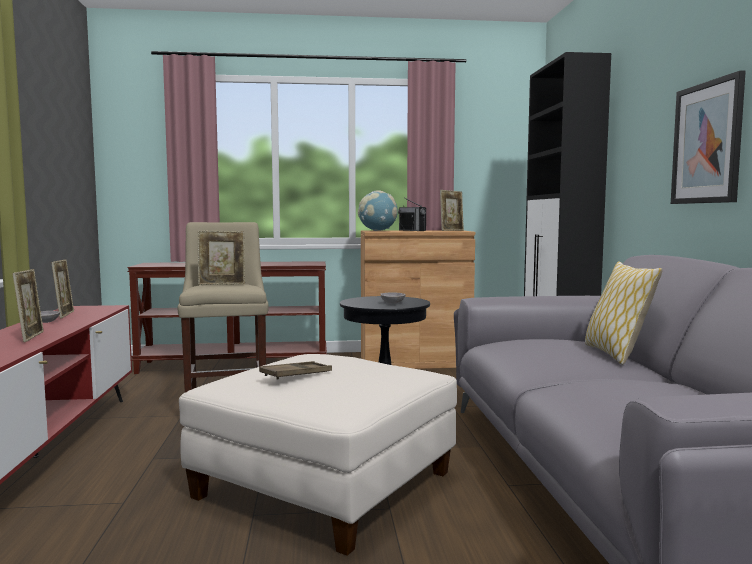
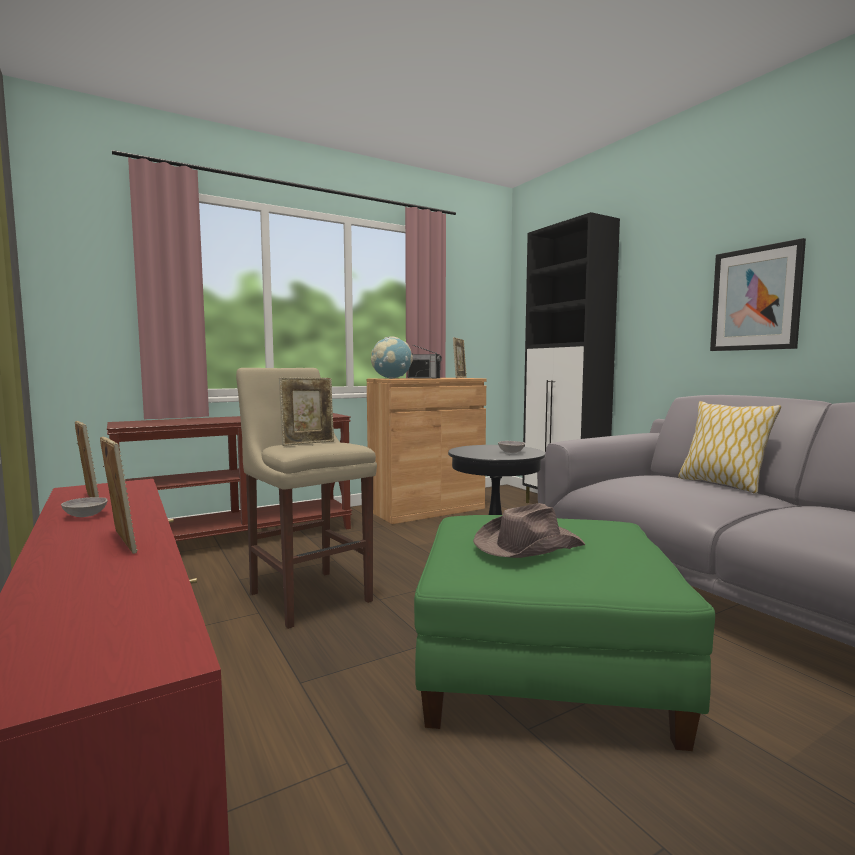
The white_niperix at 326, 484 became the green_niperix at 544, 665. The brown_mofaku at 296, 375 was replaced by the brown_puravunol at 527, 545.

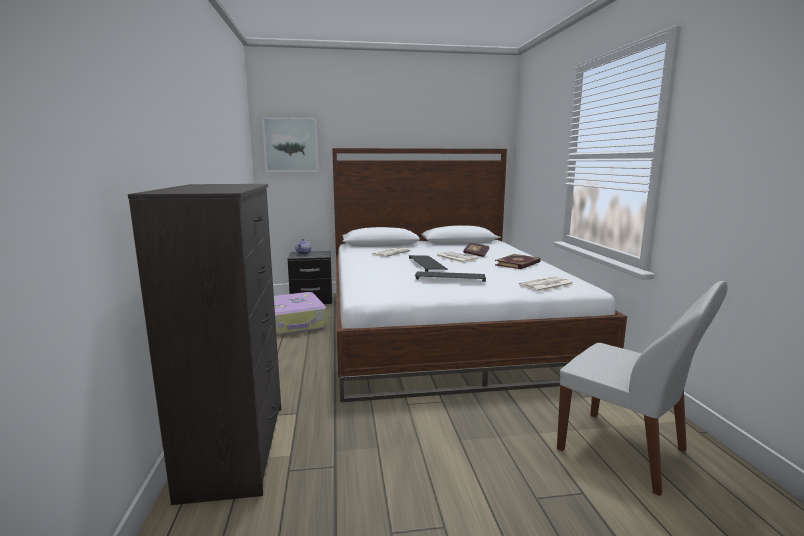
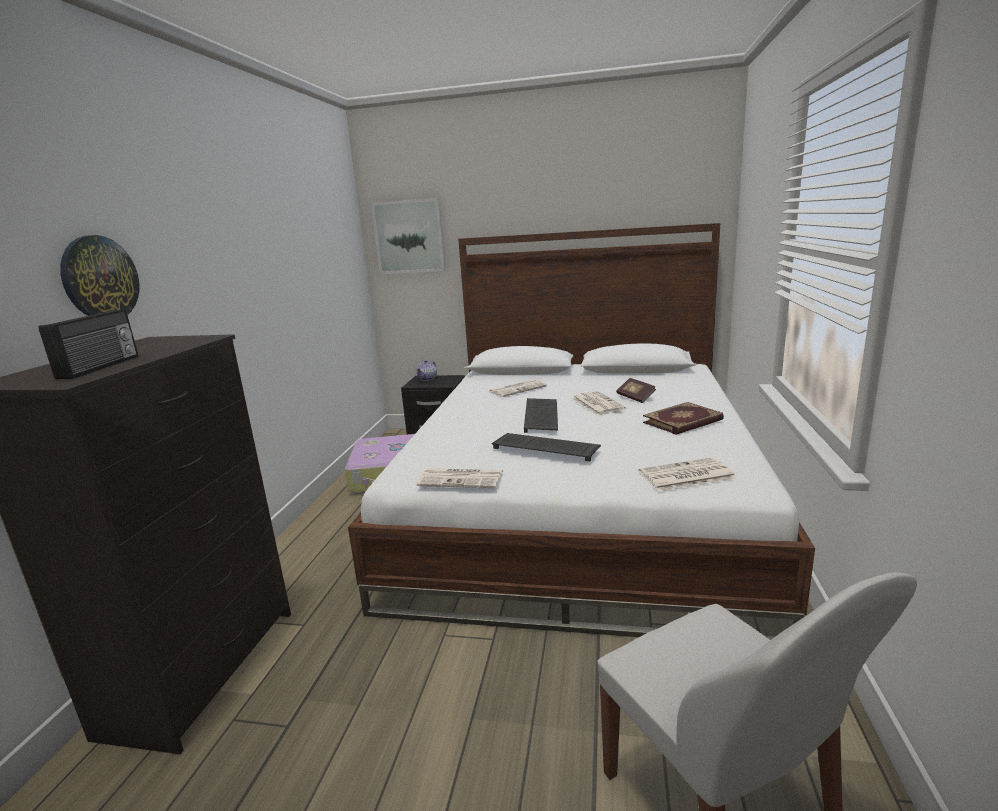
The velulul at 101, 367 appeared. The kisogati at 99, 278 appeared. The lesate at 462, 479 appeared.

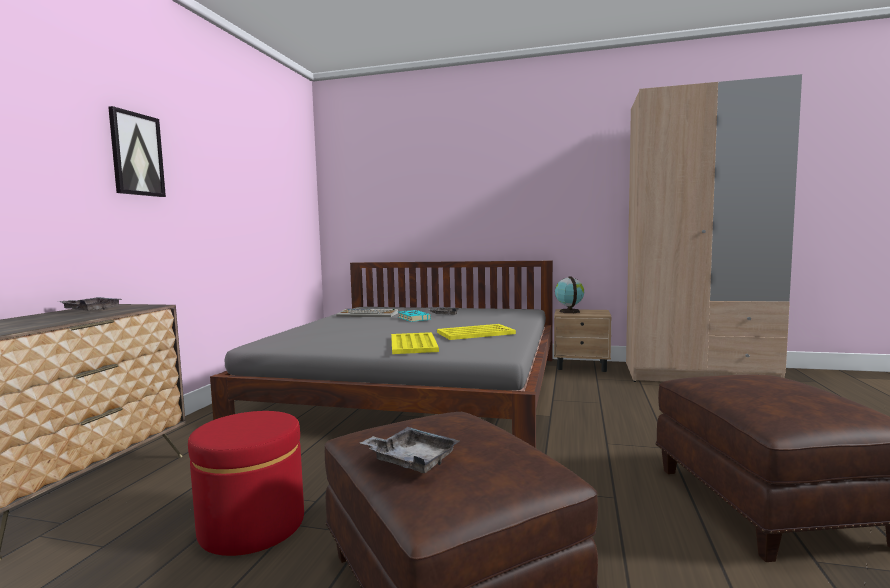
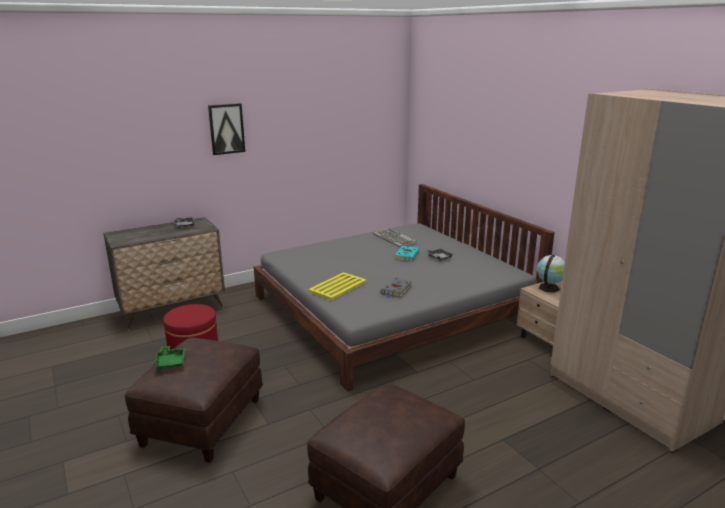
The grey_mofaku at 411, 460 became the green_mofaku at 170, 362. The yellow_mofaku at 476, 333 was replaced by the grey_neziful at 396, 290.

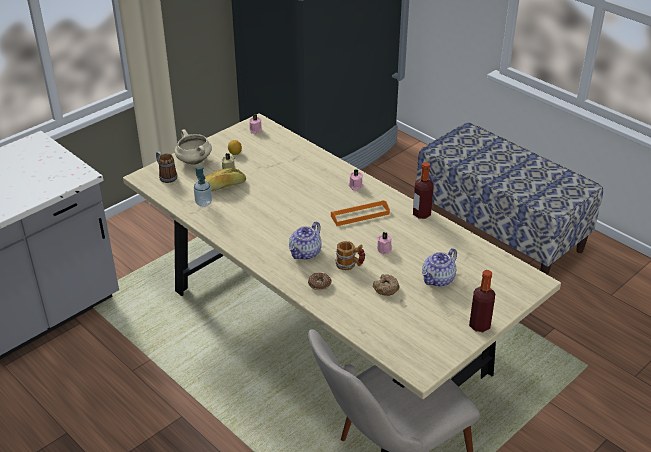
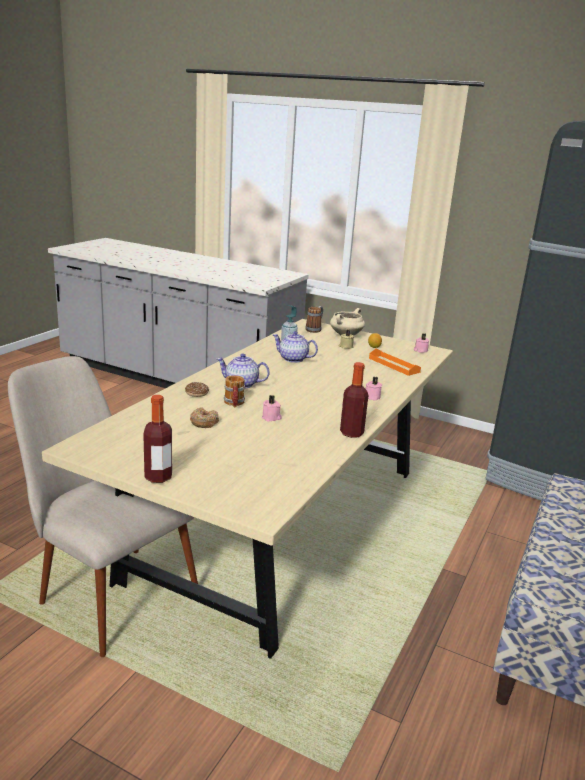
The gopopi at 223, 186 disappeared. The orange_mofaku moved from 360, 215 to 394, 365. The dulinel moved from 438, 280 to 293, 359.

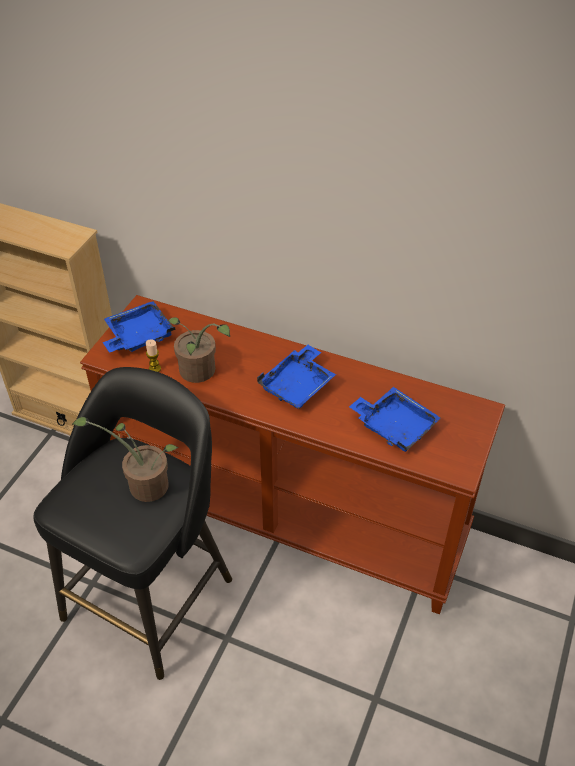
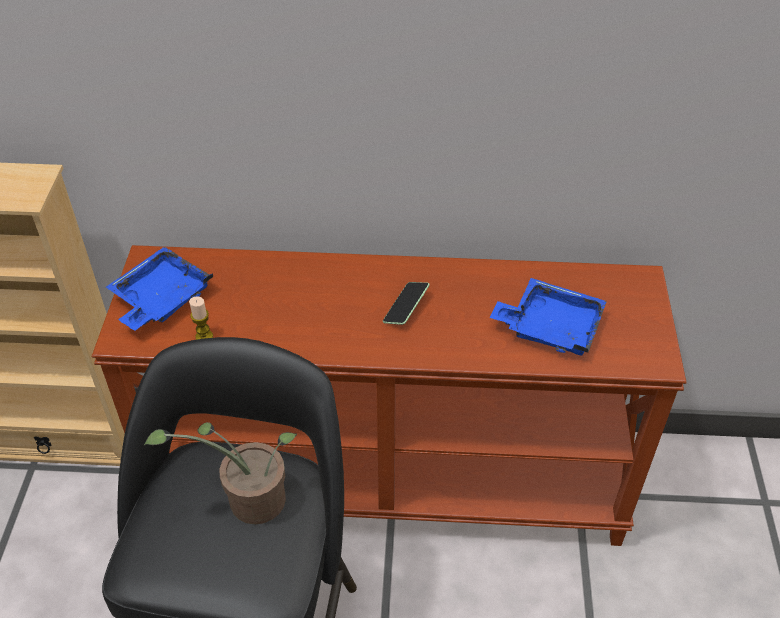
The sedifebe at 199, 373 disappeared. The blue_mofaku at 298, 385 was replaced by the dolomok at 406, 309.

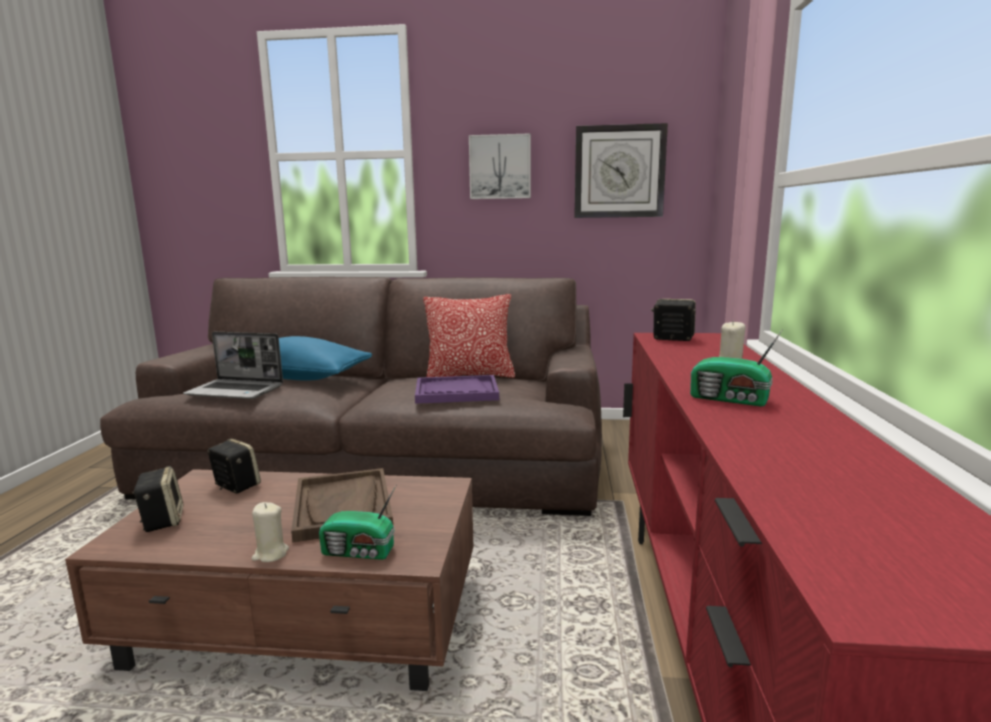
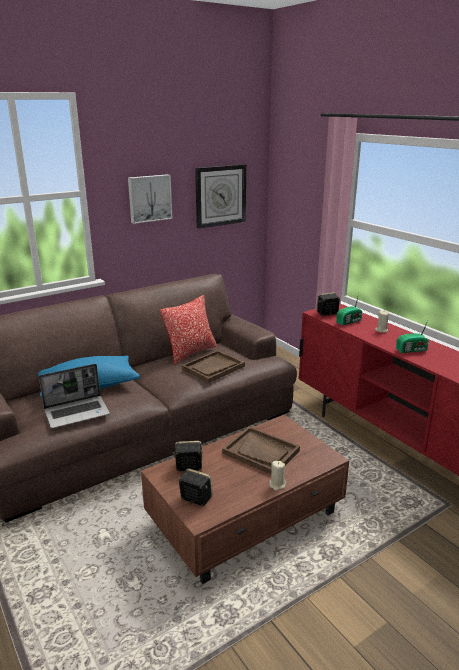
The velulul moved from 359, 552 to 349, 321. The purple_mofaku at 456, 392 became the brown_mofaku at 213, 368.

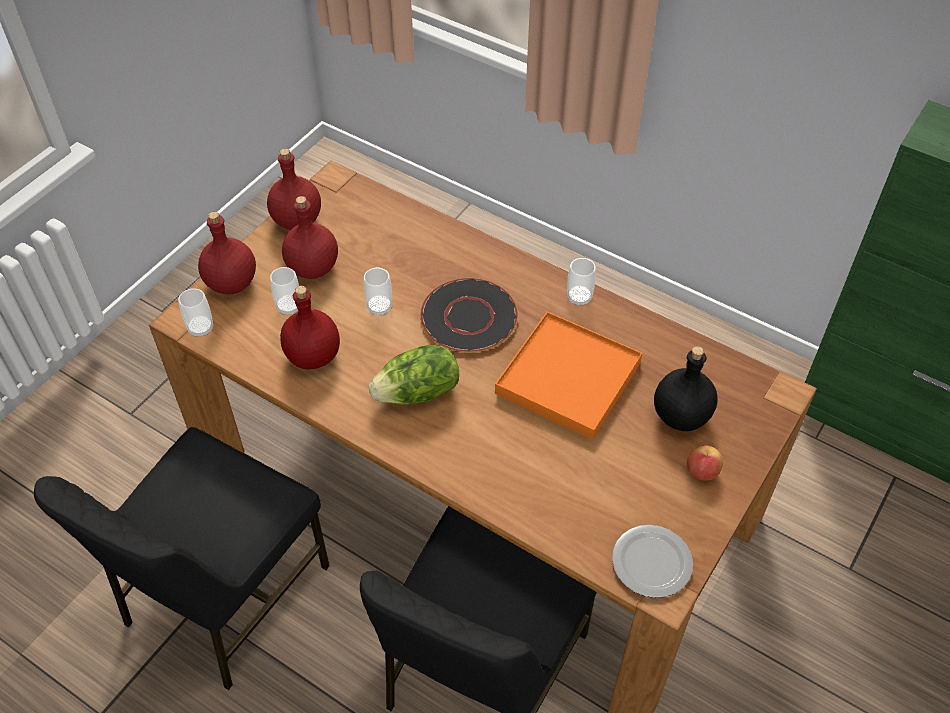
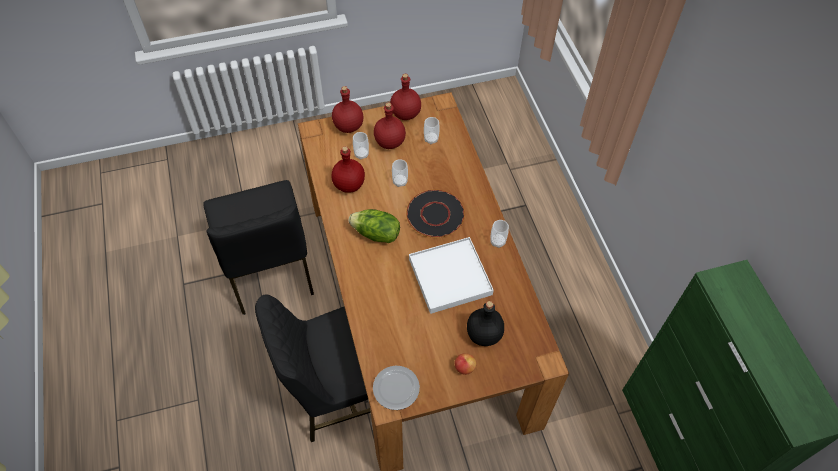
The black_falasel at 222, 595 turned 90 degrees counterclockwise. The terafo moved from 201, 328 to 431, 139. The orange_mofaku at 568, 378 became the white_mofaku at 450, 277.

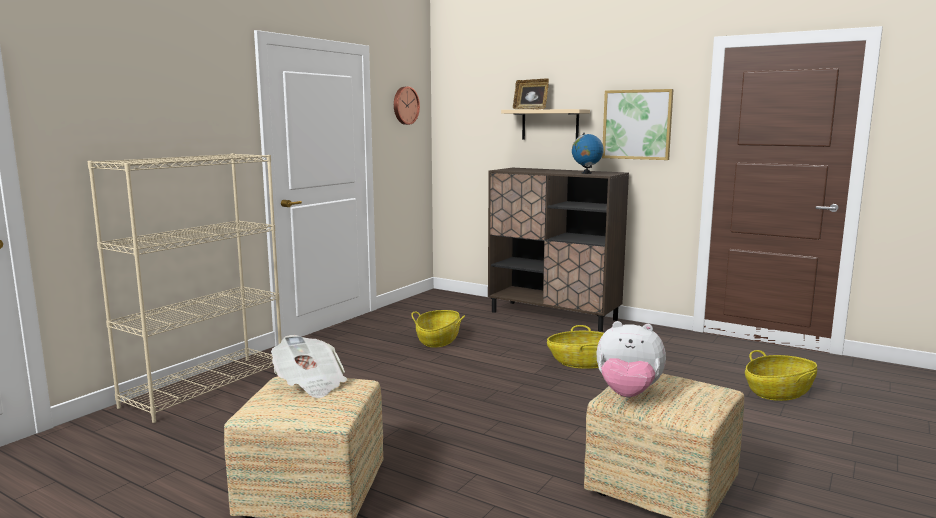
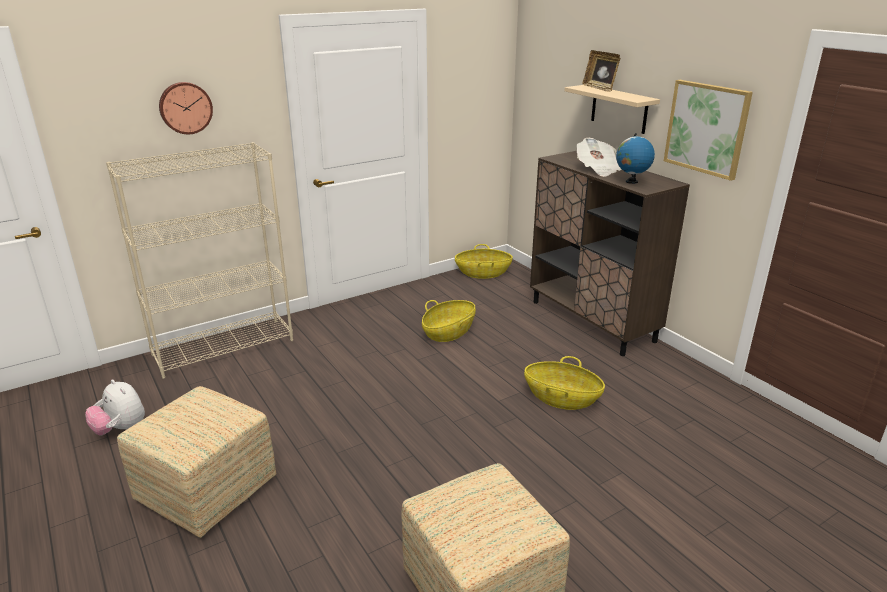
The lesate moved from 310, 384 to 597, 169. The kisogati moved from 405, 105 to 185, 108. The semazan moved from 628, 394 to 121, 429. The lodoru moved from 779, 392 to 483, 273.

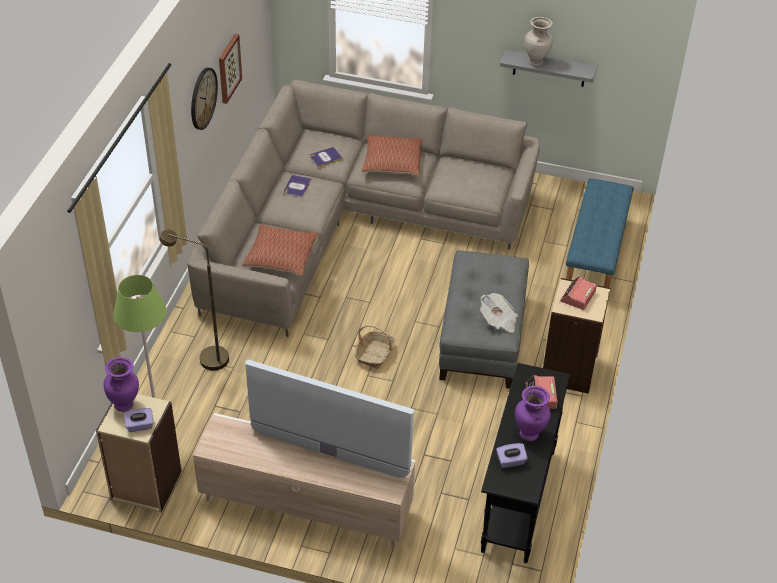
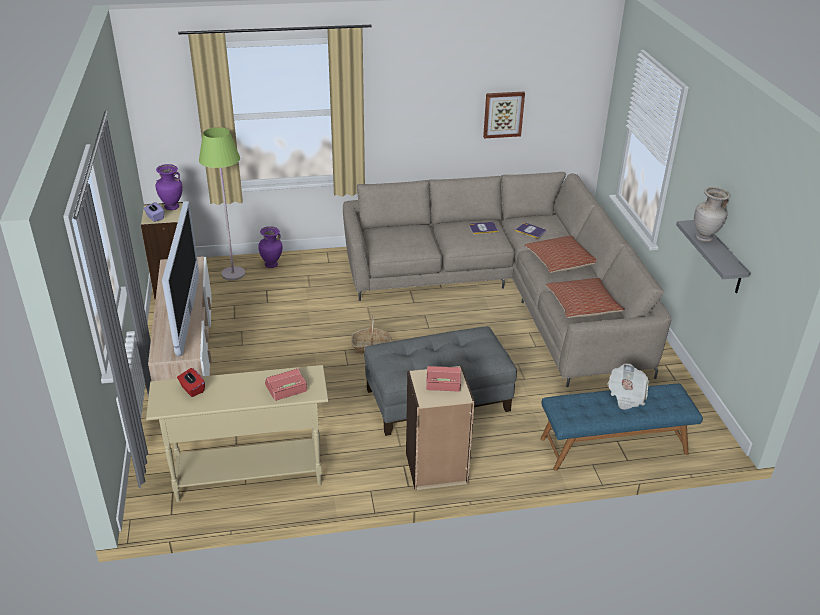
The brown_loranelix at 206, 358 disappeared. The kisogati at 203, 98 disappeared. The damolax moved from 281, 257 to 582, 306. The lesate moved from 498, 320 to 626, 396. The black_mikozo at 517, 501 became the beige_mikozo at 248, 476. The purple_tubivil at 511, 461 became the red_tubivil at 192, 389. The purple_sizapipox moved from 529, 434 to 271, 265.

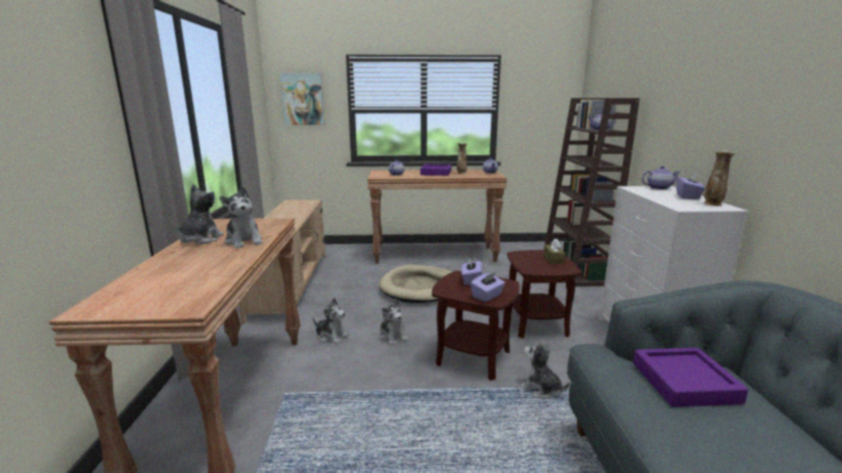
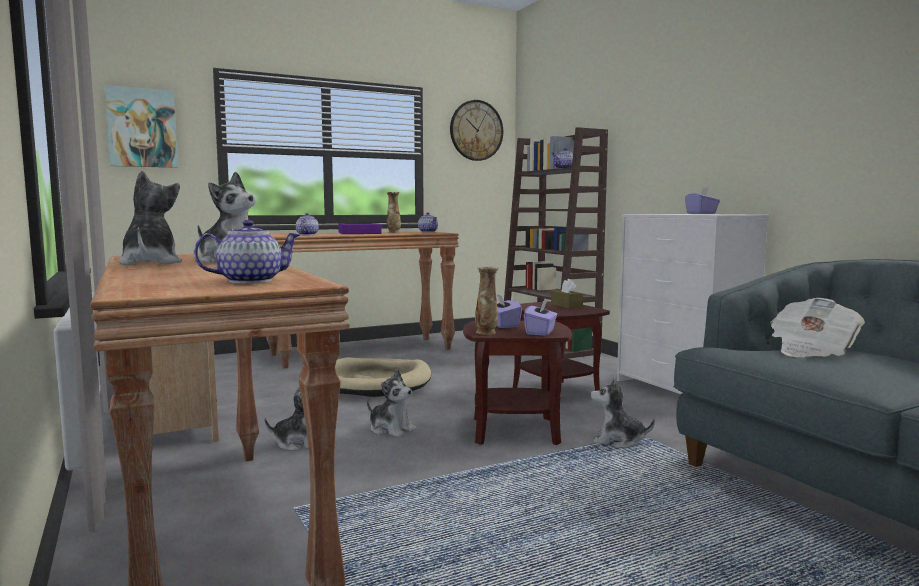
The purple_mofaku at 684, 382 was replaced by the lesate at 811, 350. The dulinel moved from 658, 188 to 249, 281. The sizapipox moved from 713, 204 to 486, 332. The kisogati at 476, 130 appeared.

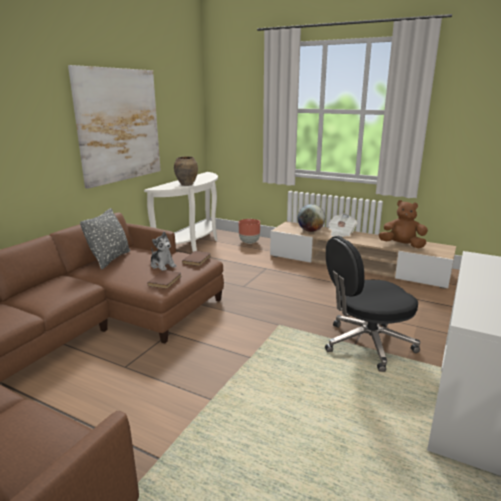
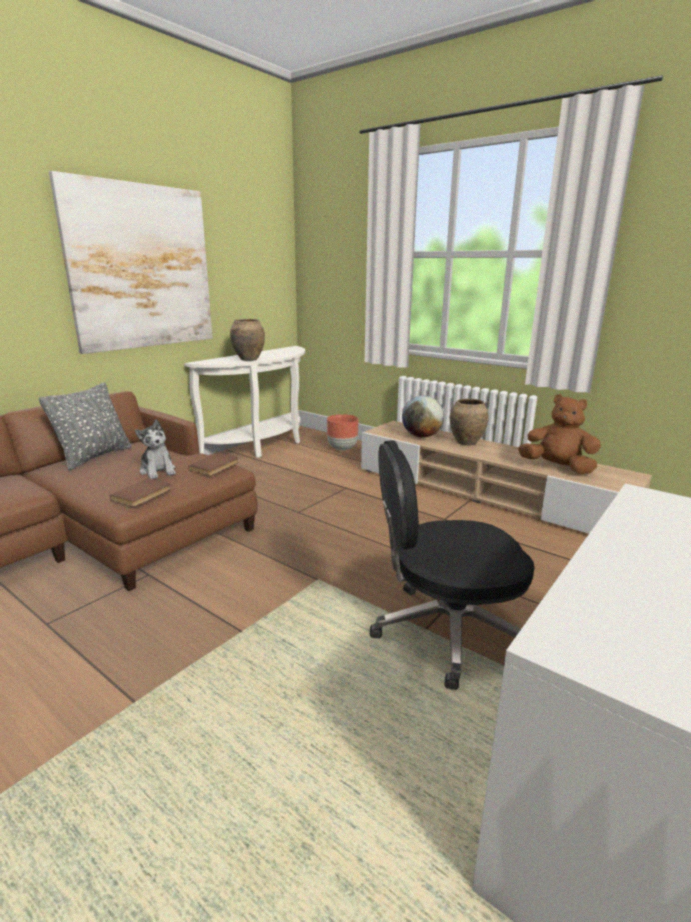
The lesate at 340, 233 was replaced by the brown_sizapipox at 466, 443.

